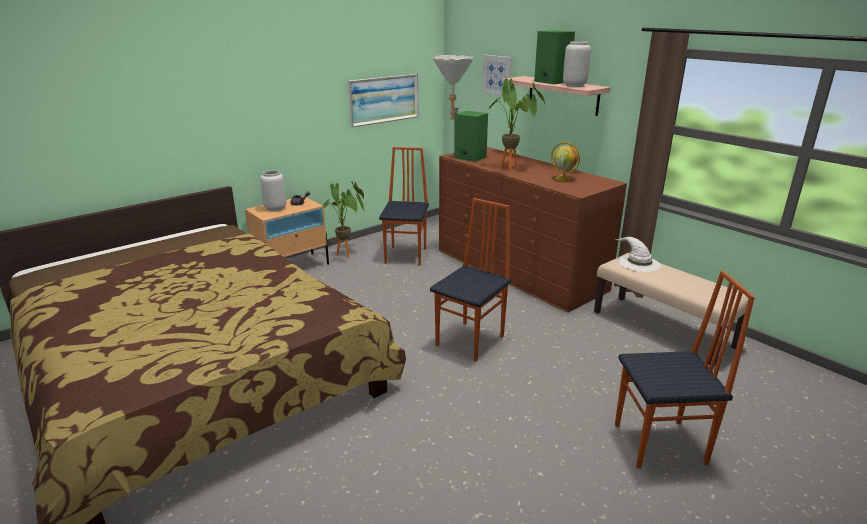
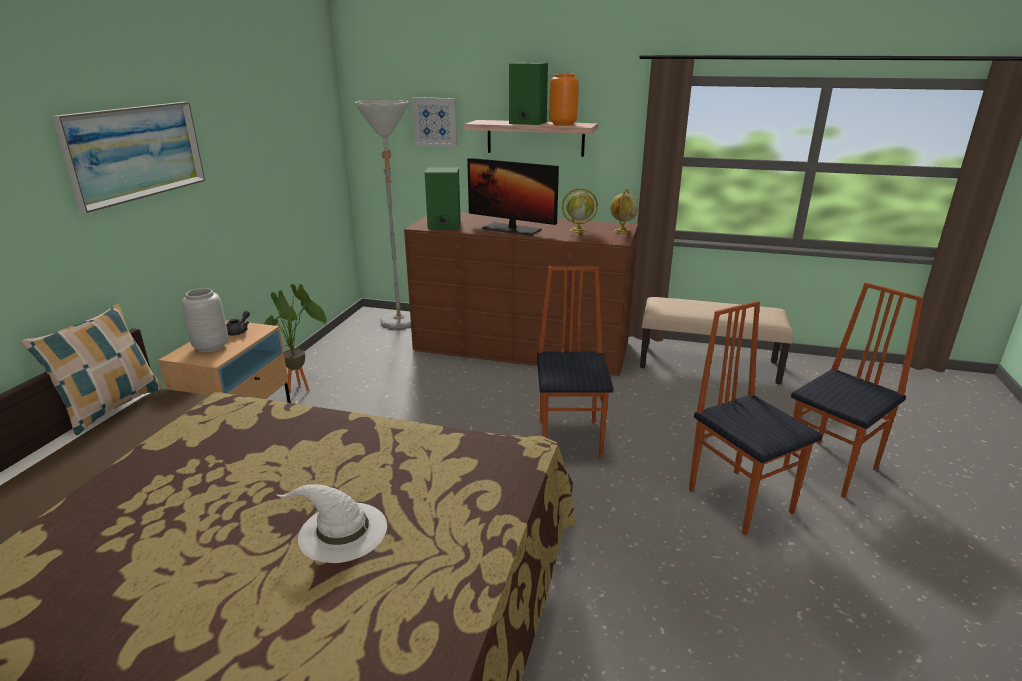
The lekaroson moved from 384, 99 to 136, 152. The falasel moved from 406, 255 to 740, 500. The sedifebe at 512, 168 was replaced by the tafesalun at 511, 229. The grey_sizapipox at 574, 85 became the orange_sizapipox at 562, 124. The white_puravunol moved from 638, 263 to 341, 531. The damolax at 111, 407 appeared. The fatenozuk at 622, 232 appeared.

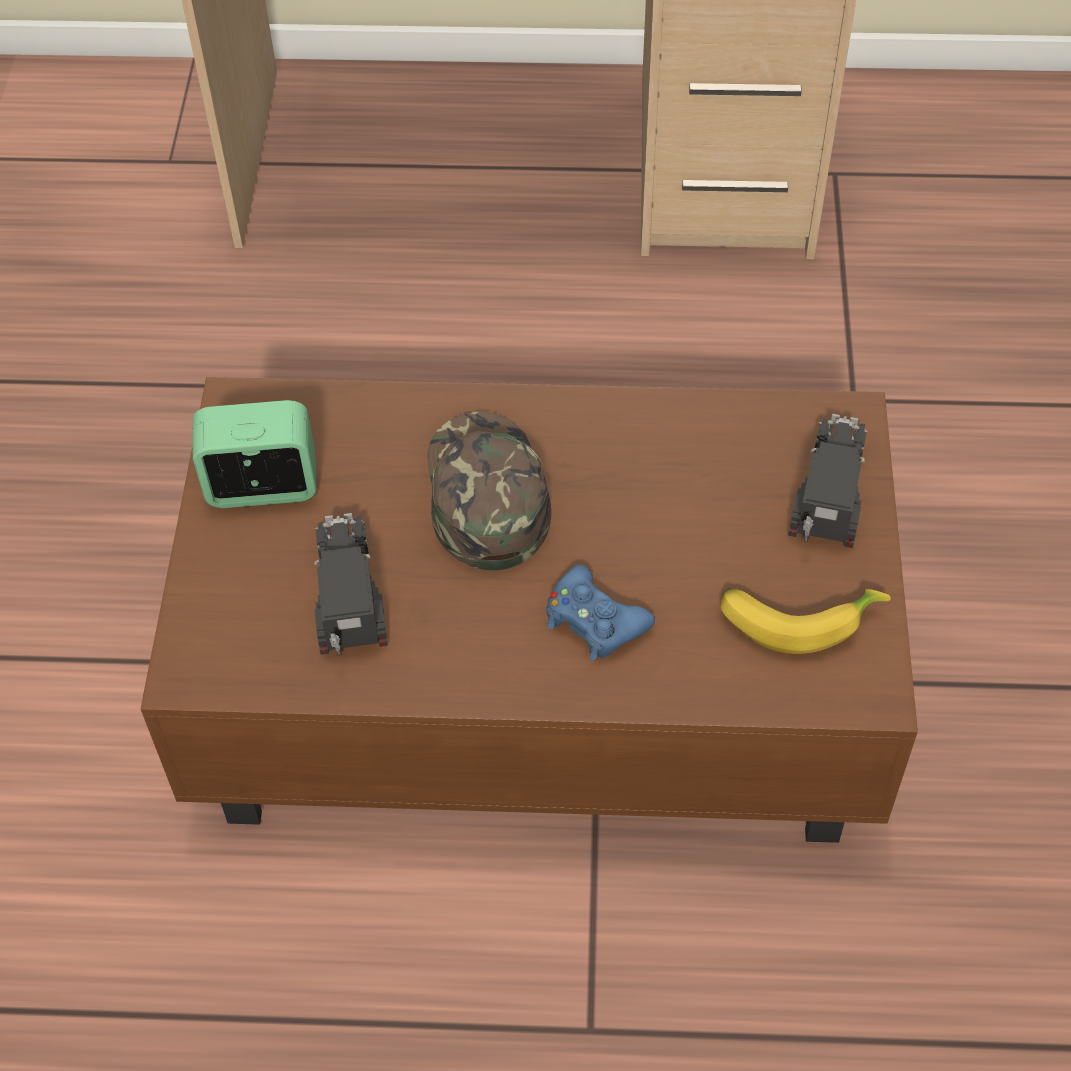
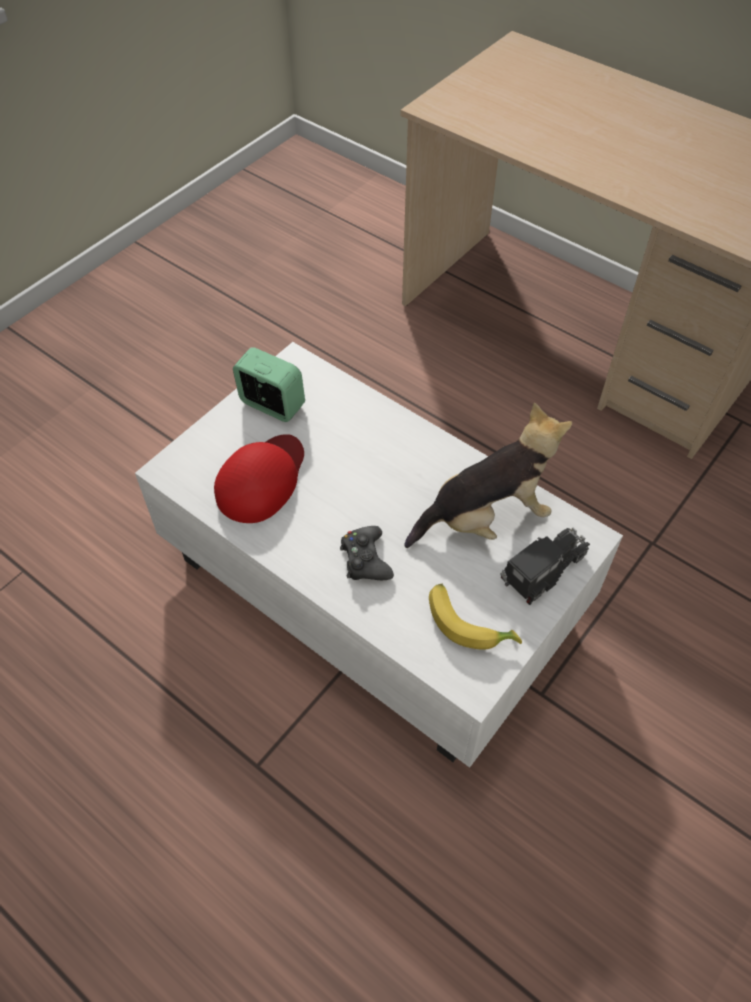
The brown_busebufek at 532, 679 became the white_busebufek at 370, 581. The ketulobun at 349, 602 was replaced by the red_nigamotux at 262, 480. The green_nigamotux at 484, 494 disappeared. The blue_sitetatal at 594, 621 became the black_sitetatal at 365, 559. The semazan at 486, 517 appeared.

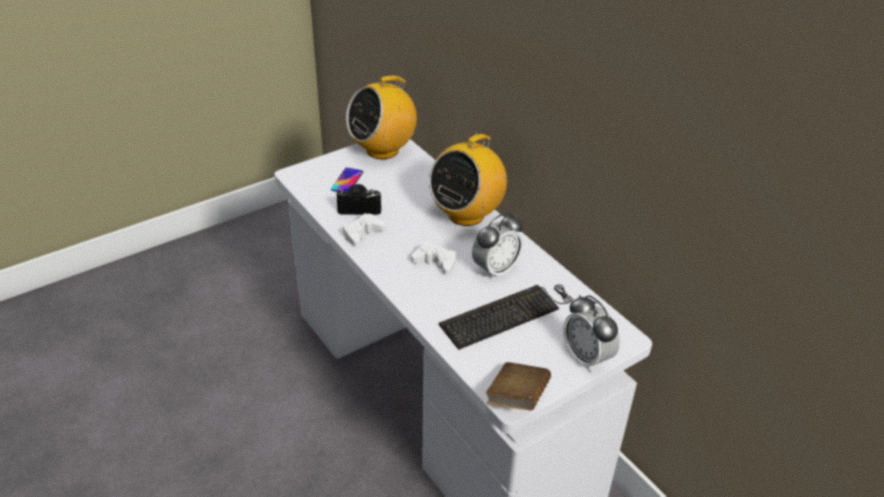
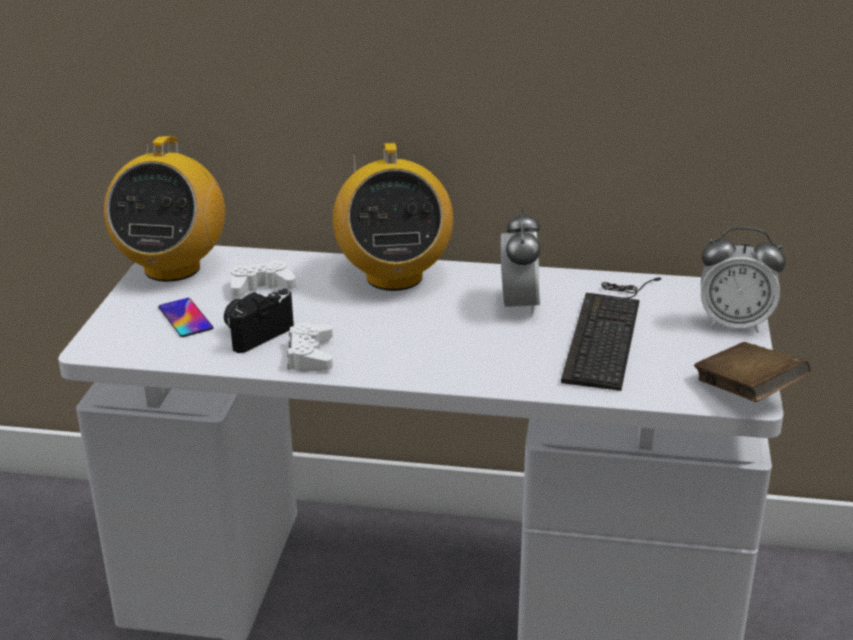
The white_sitetatal moved from 435, 262 to 261, 287.

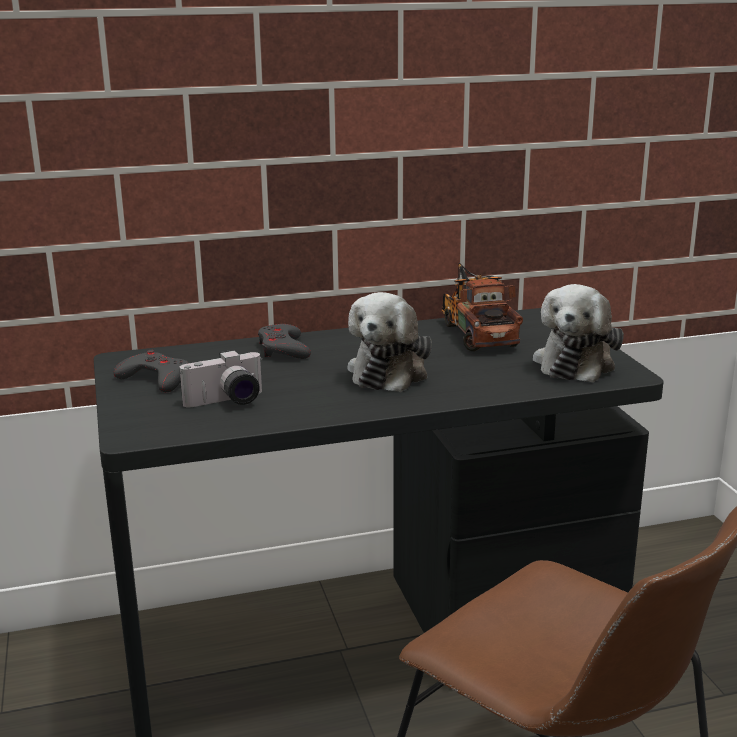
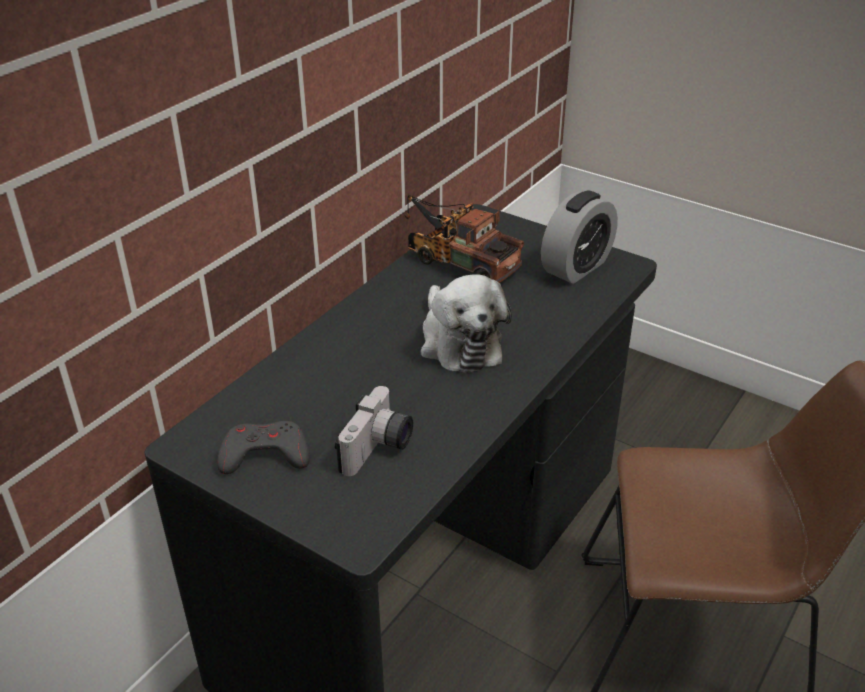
The grey_sitetatal at 283, 349 disappeared. The semazan at 575, 363 was replaced by the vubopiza at 576, 267.

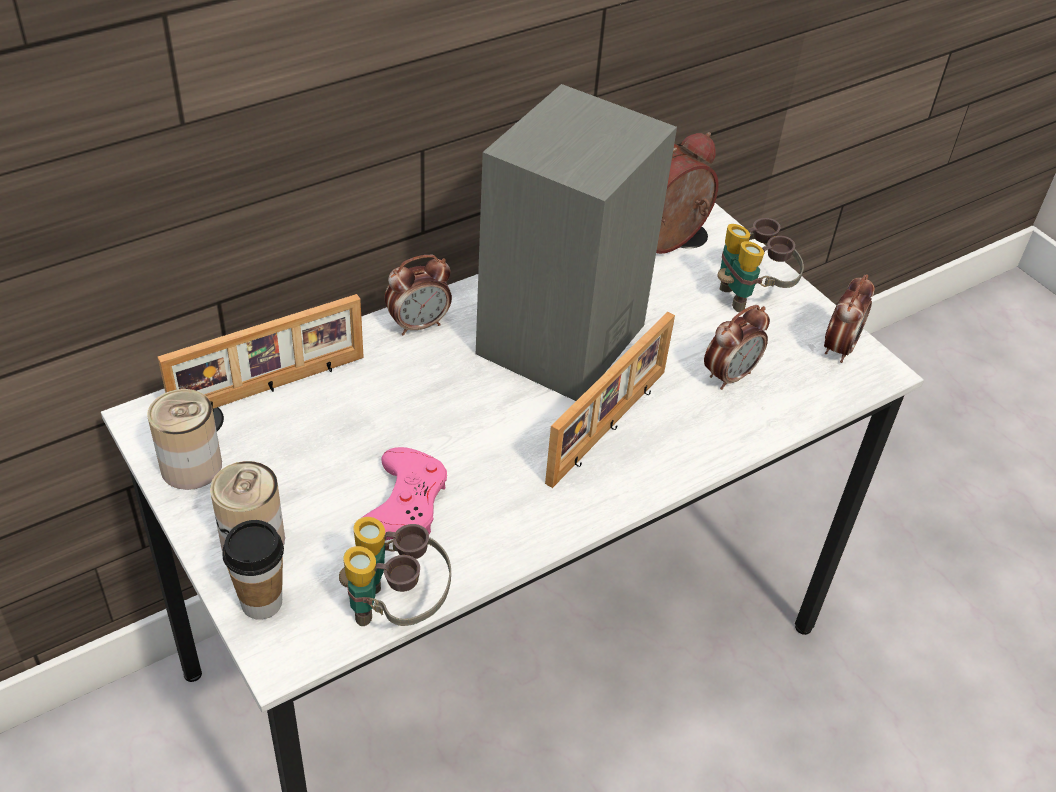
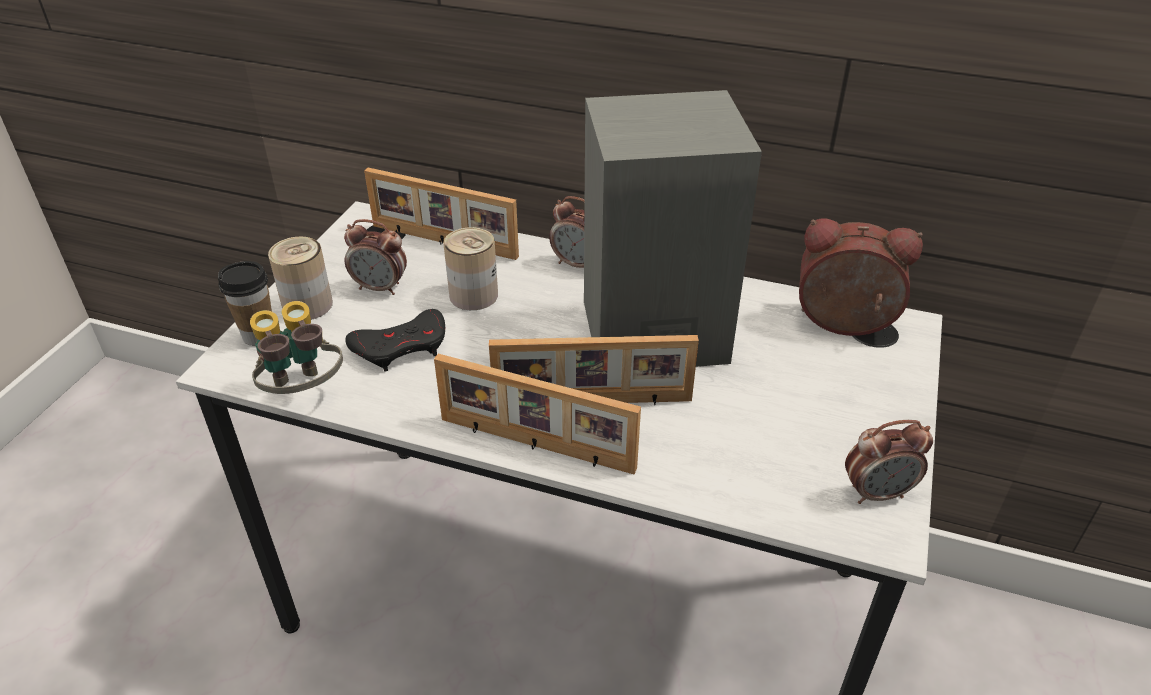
The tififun moved from 191, 466 to 473, 295. The pink_sitetatal at 404, 504 became the black_sitetatal at 402, 346. The vubopiza moved from 729, 376 to 380, 288. The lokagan at 750, 295 disappeared. The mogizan at 535, 445 appeared.

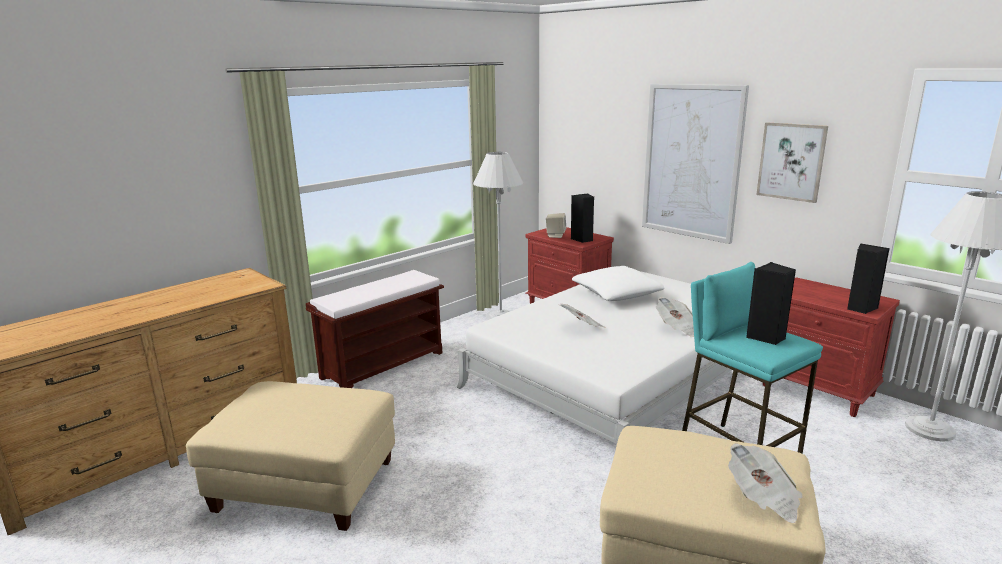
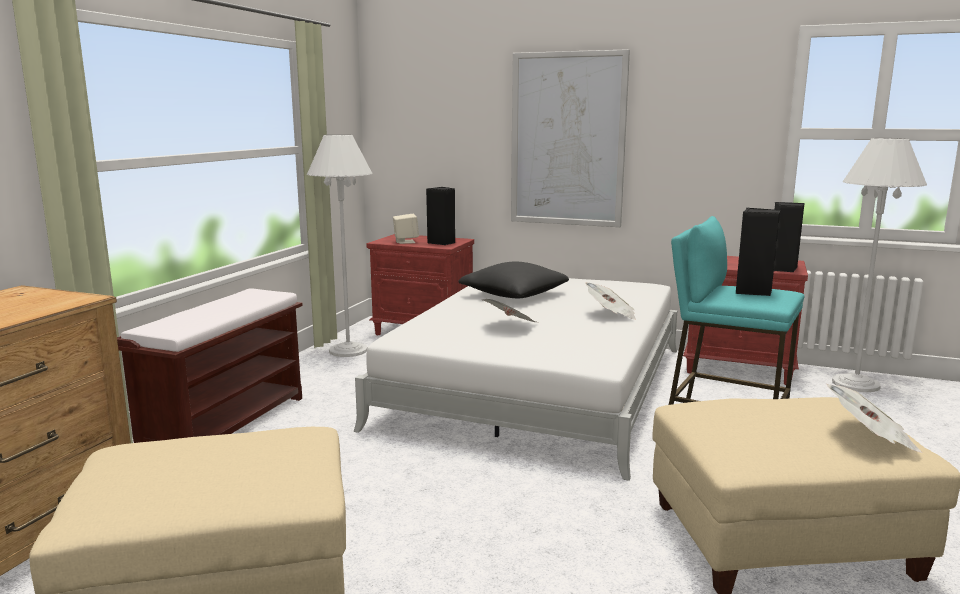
The white_damolax at 616, 295 became the black_damolax at 514, 294. The lekaroson at 791, 161 disappeared.

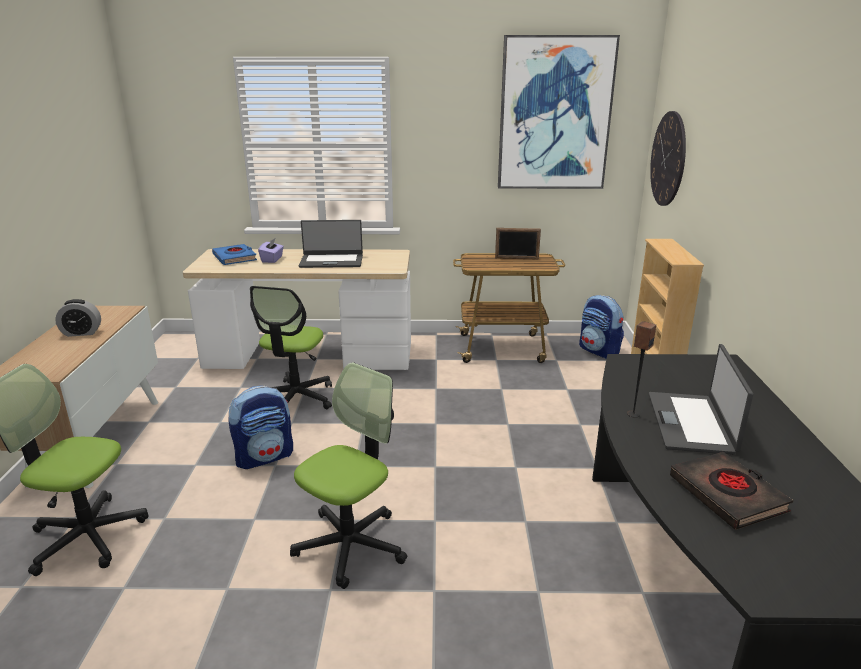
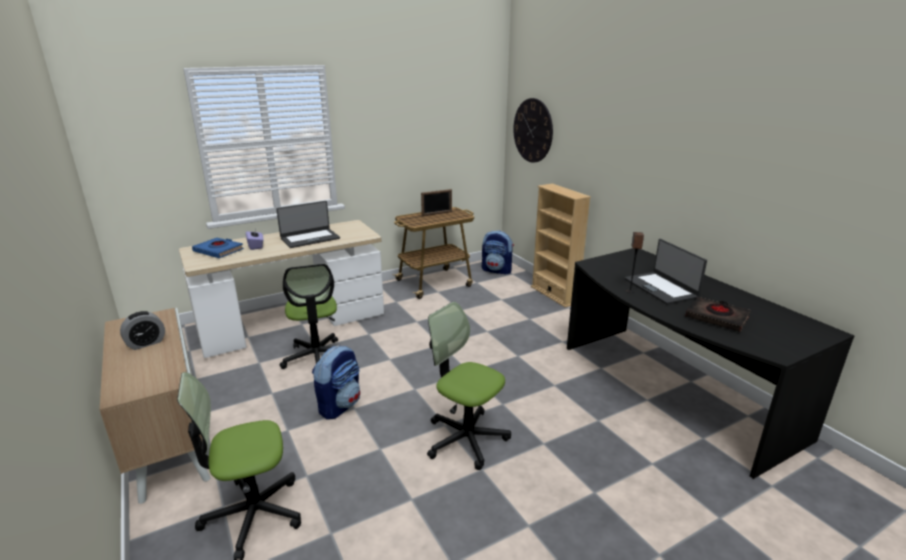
The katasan at 350, 545 turned 60 degrees counterclockwise. The lekaroson at 554, 114 disappeared.

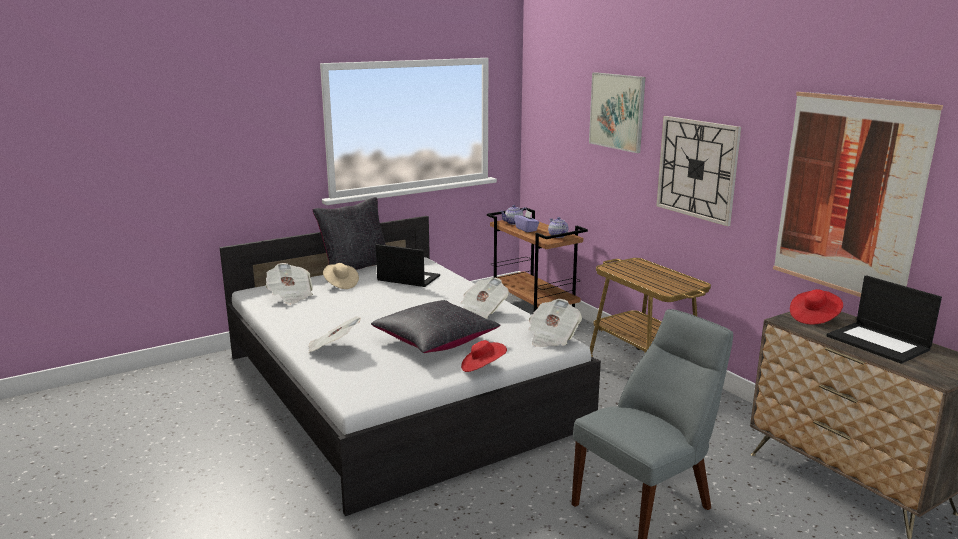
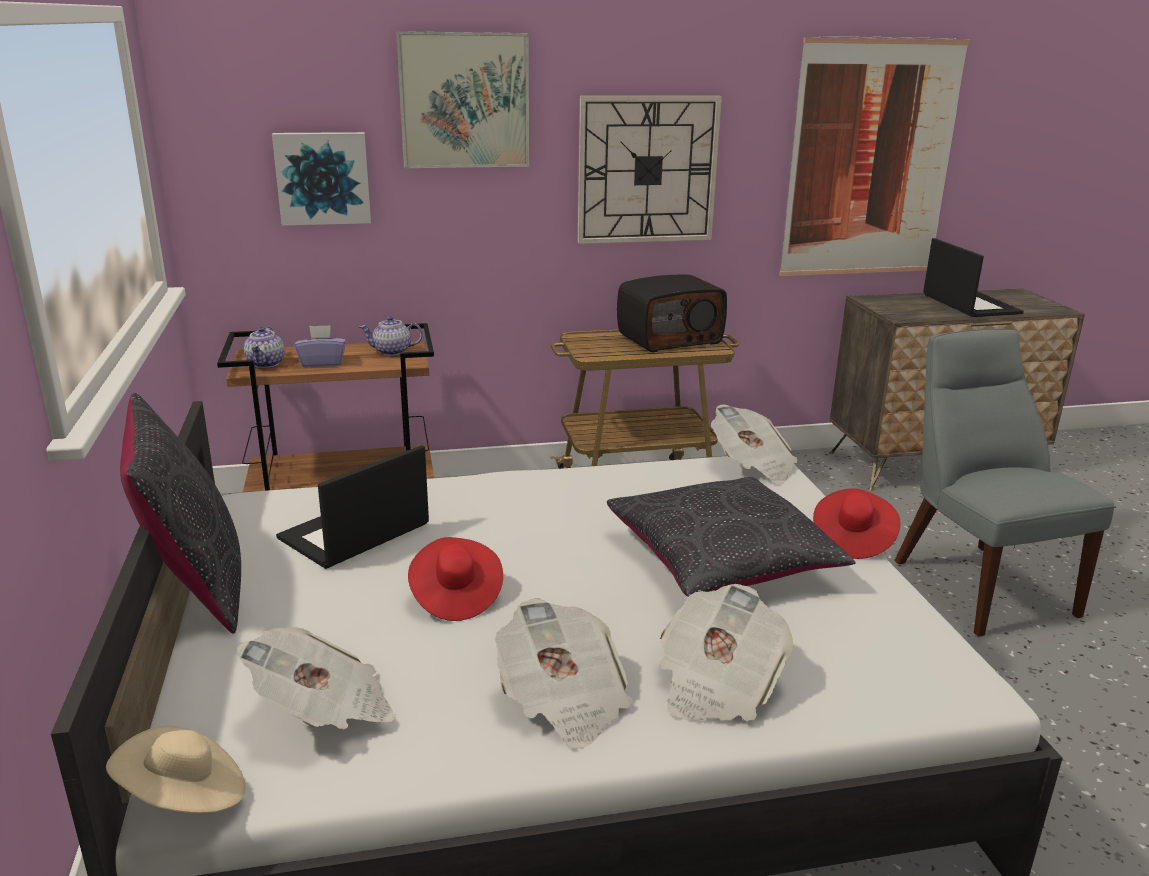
The beige_puravunol moved from 341, 284 to 185, 797. The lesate moved from 481, 312 to 563, 701. The red_puravunol moved from 814, 317 to 455, 596. The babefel at 879, 343 turned 90 degrees counterclockwise. The lekaroson at 323, 178 appeared. The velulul at 669, 338 appeared.

